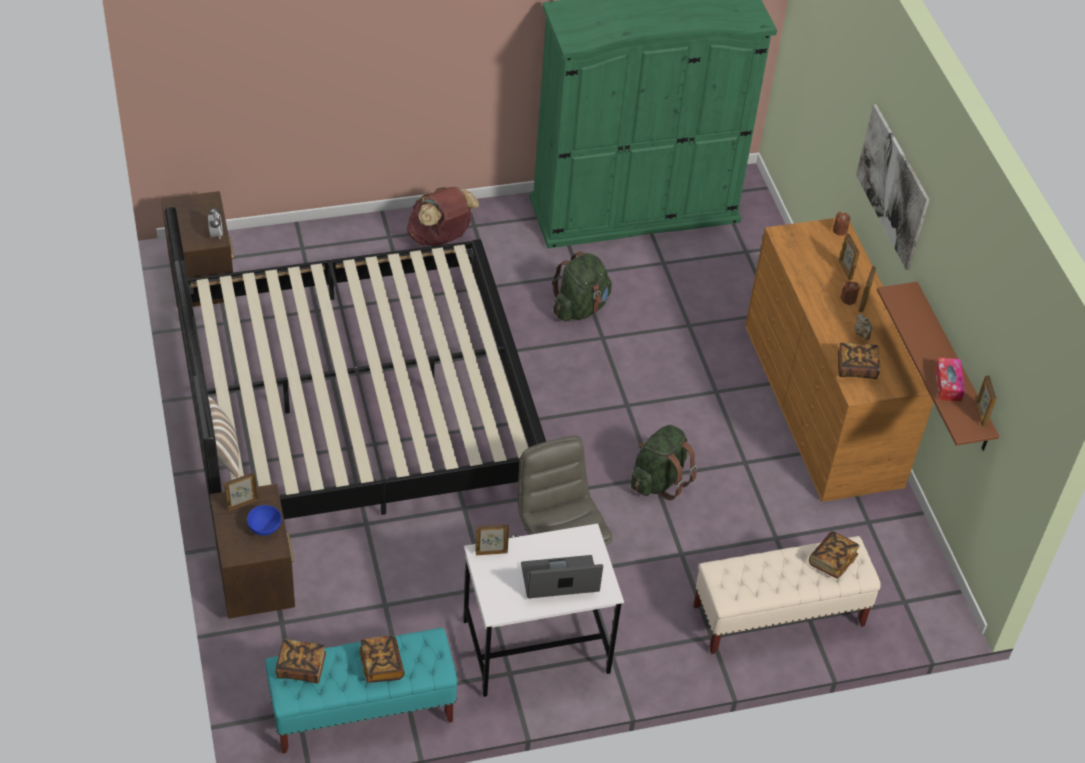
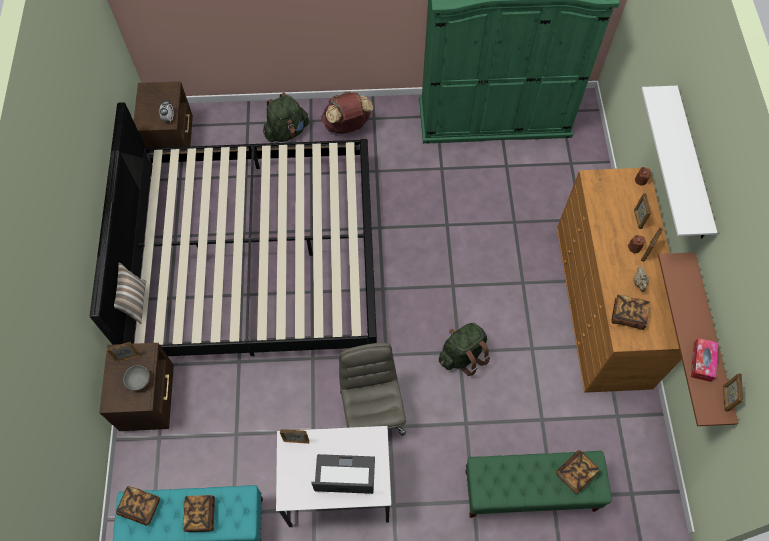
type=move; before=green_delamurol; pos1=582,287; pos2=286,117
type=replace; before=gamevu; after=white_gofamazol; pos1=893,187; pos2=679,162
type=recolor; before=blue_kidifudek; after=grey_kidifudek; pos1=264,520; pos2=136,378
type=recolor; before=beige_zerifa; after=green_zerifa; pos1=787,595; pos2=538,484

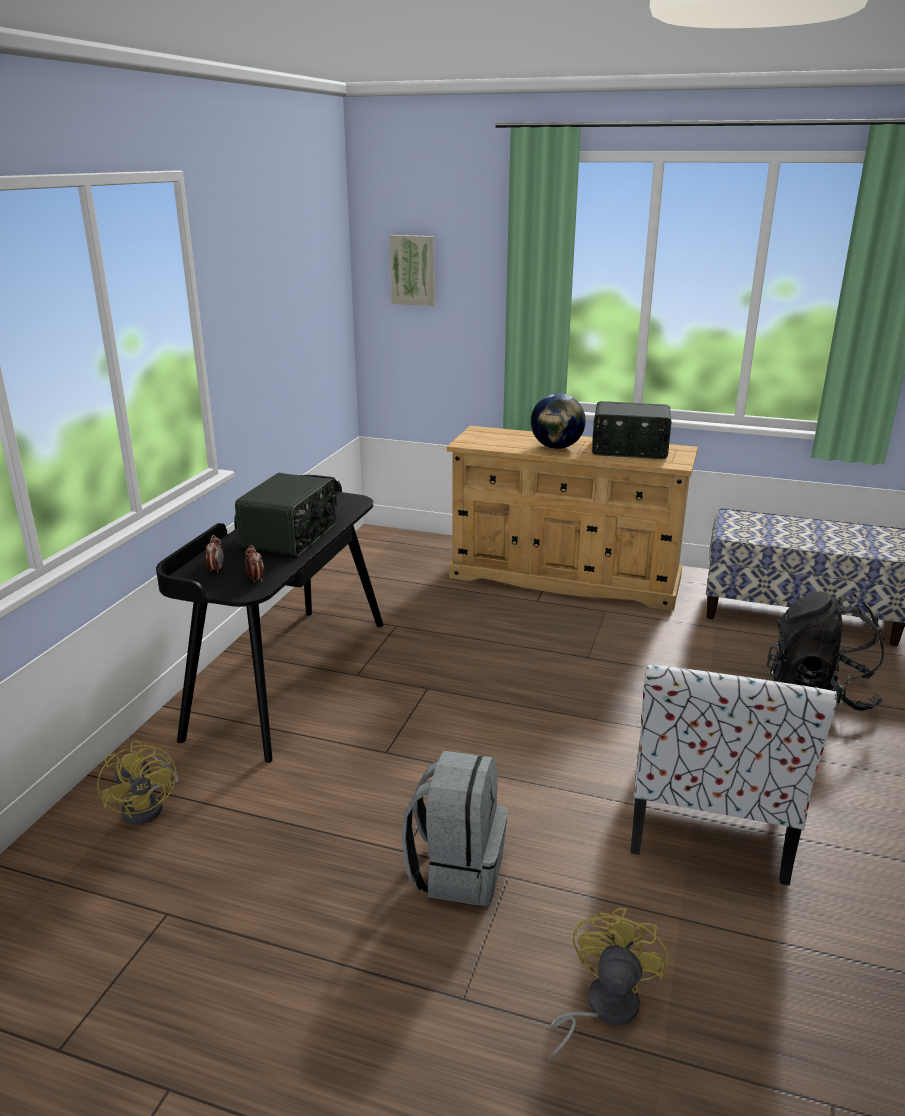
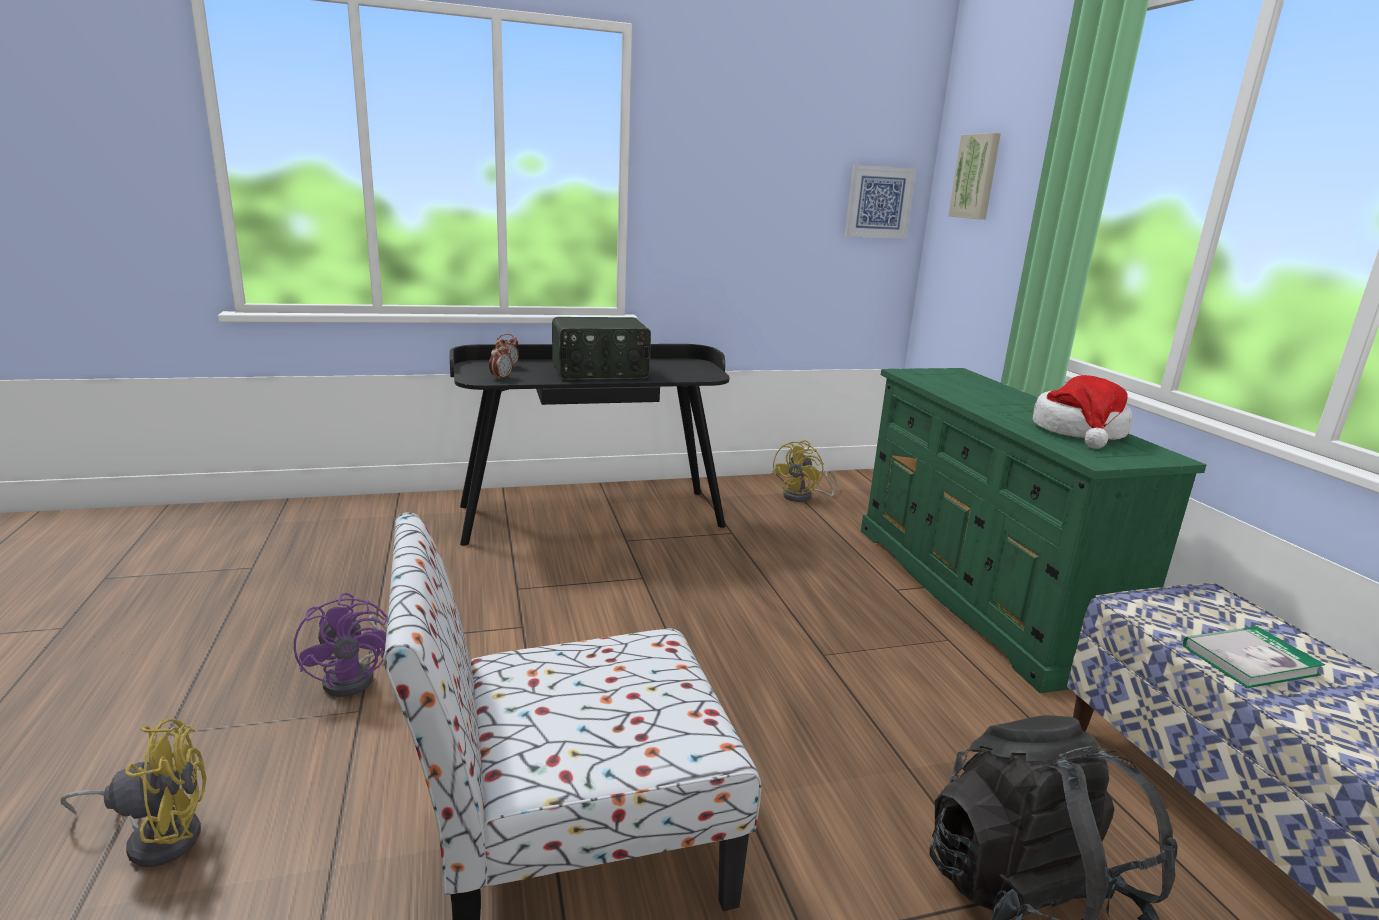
type=delete; before=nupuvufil; pos1=558,421
type=insert; after=gamevu; pos2=880,202
type=insert; after=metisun; pos2=1254,657
type=move; before=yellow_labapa; pos1=138,783; pos2=804,471
type=replace; before=grey_delamurol; after=purple_labapa; pos1=454,828; pos2=341,645
type=replace; before=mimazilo; after=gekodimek; pos1=631,430; pos2=1082,412
type=recolor; before=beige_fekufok; after=green_fekufok; pos1=572,518; pos2=1033,530

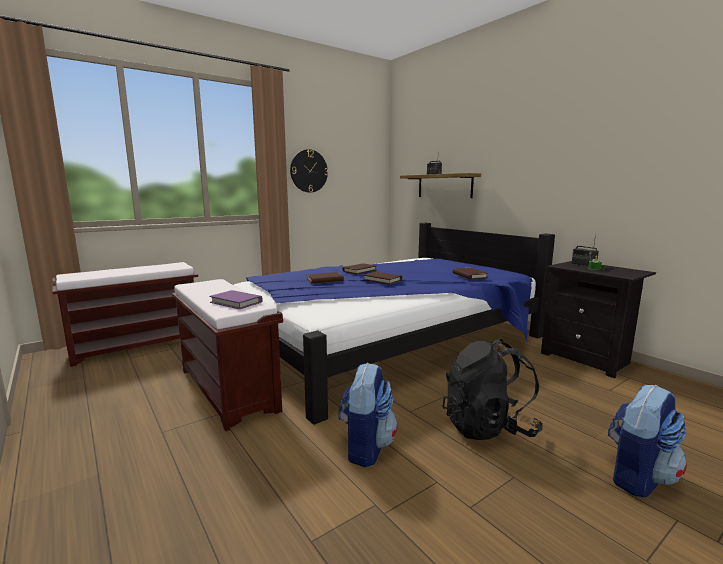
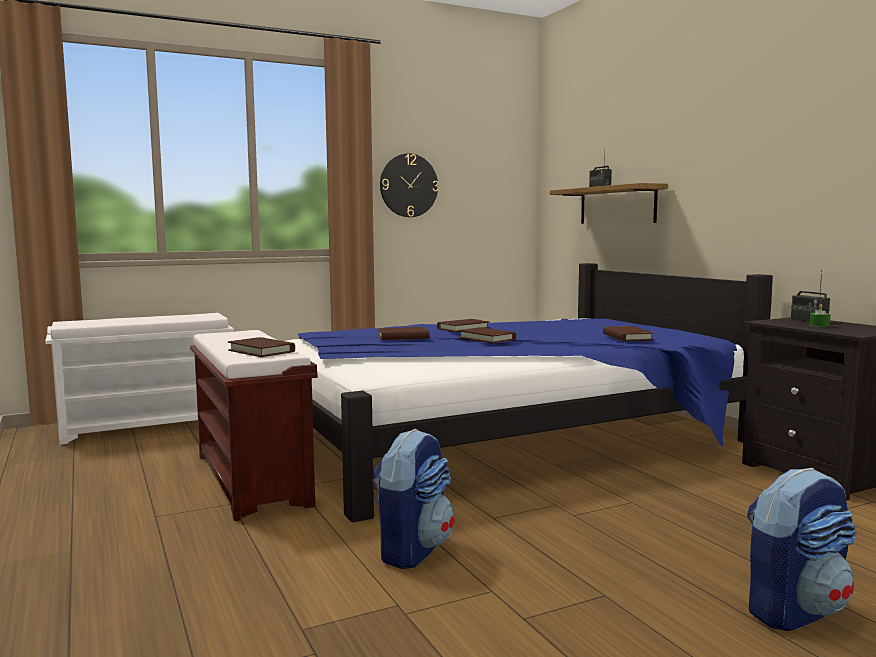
type=delete; before=black_delamurol; pos1=492,389
type=recolor; before=brown_zerifa; after=white_zerifa; pos1=125,314; pos2=139,379
type=recolor; before=purple_metisun; after=brown_metisun; pos1=236,299; pos2=261,347

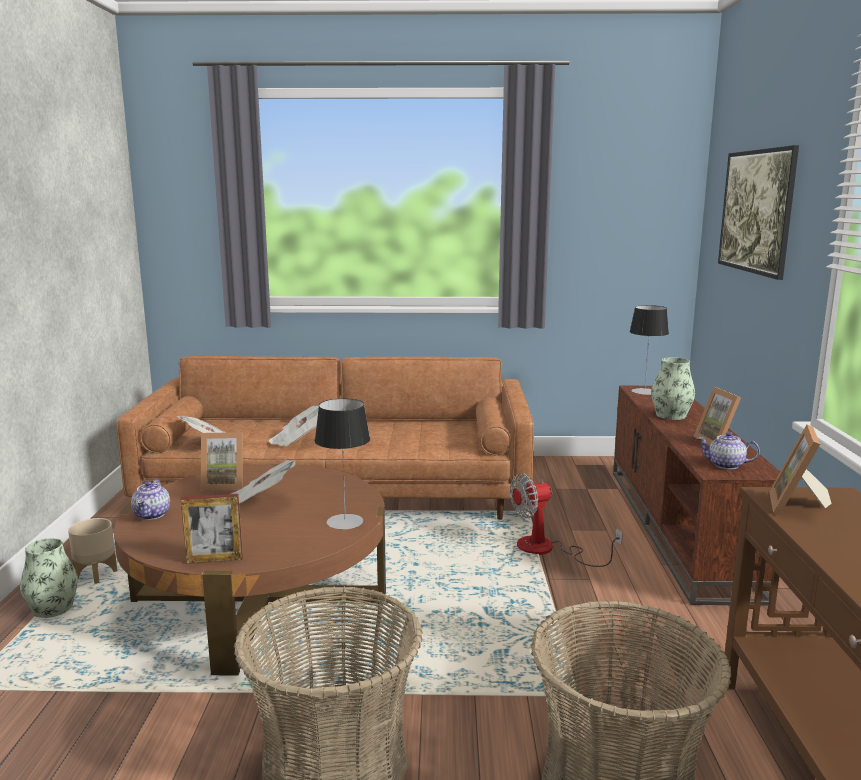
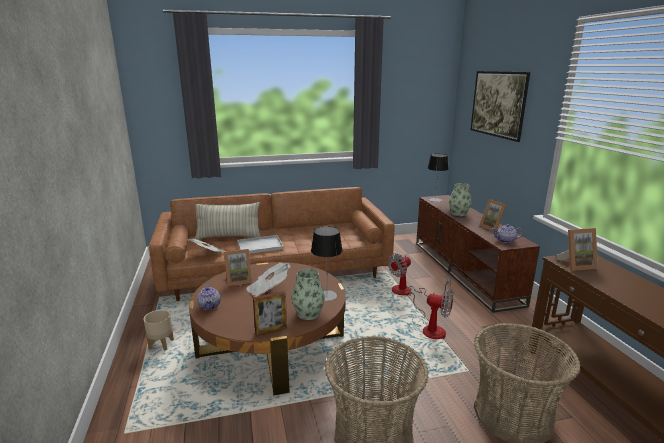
type=insert; after=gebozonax; pos2=228,221
type=insert; after=labapa; pos2=431,313
type=move; before=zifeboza; pos1=49,578; pos2=308,294
type=replace; before=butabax; after=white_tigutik; pos1=294,426; pos2=260,244
type=rotate; before=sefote; pos1=800,469; pos2=577,249; turn=-105

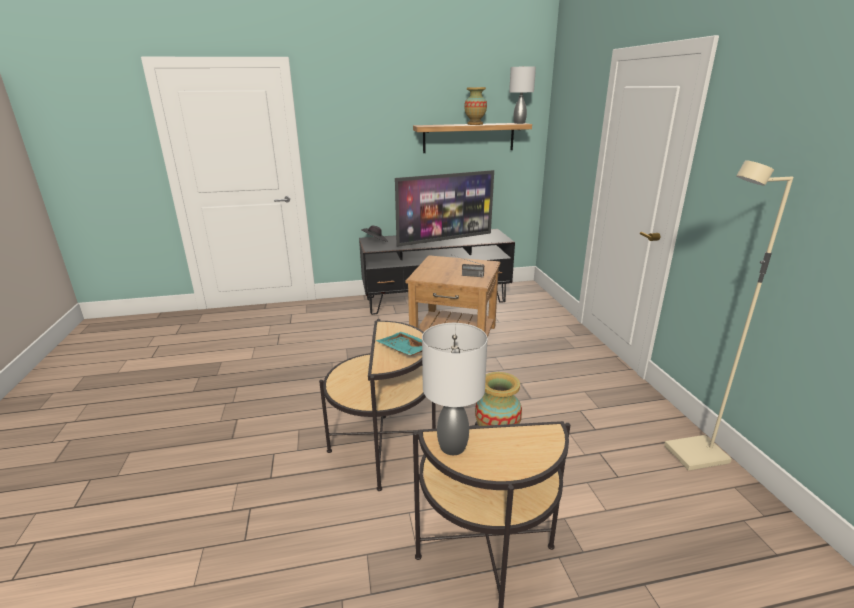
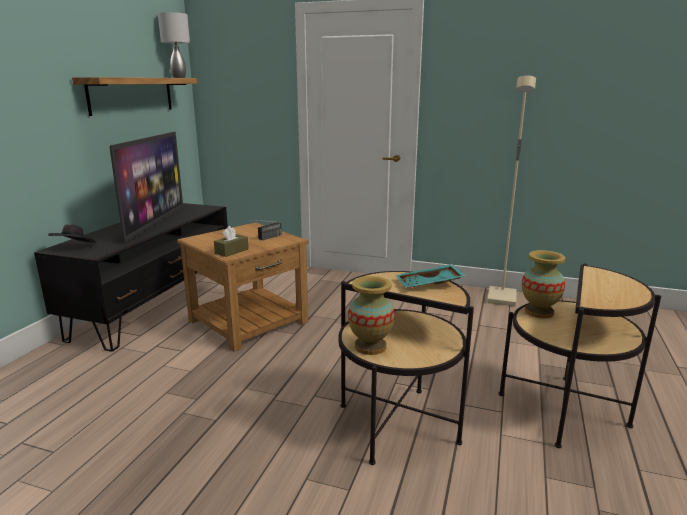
type=delete; before=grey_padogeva; pos1=454,389
type=insert; after=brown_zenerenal; pos2=231,241
type=move; before=zifeboza; pos1=475,106; pos2=371,315

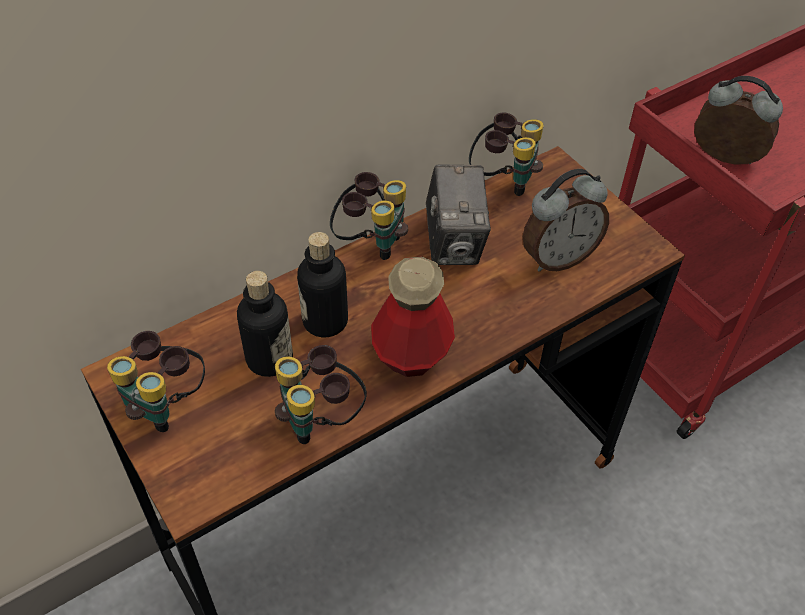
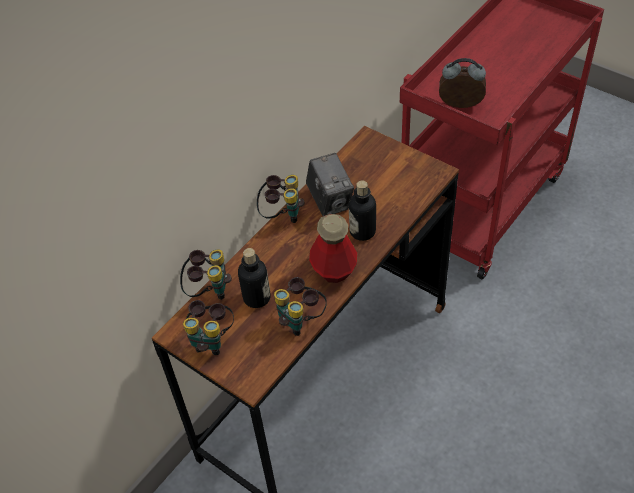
type=delete; before=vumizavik; pos1=566,220
type=move; before=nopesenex; pos1=322,284; pos2=362,210
type=move; before=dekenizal; pos1=506,154; pos2=206,274

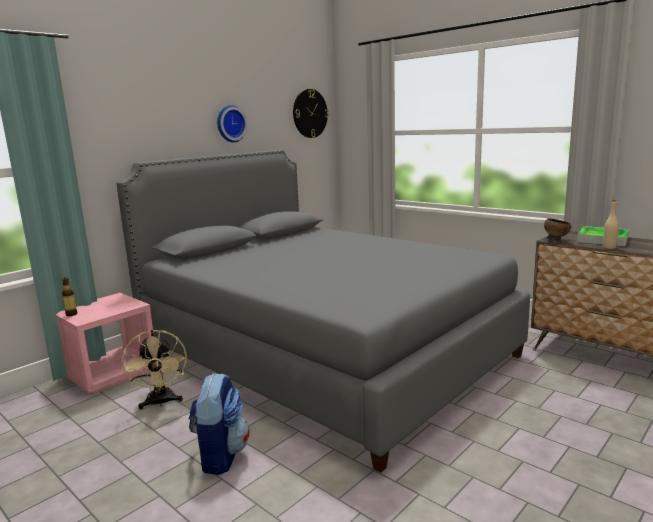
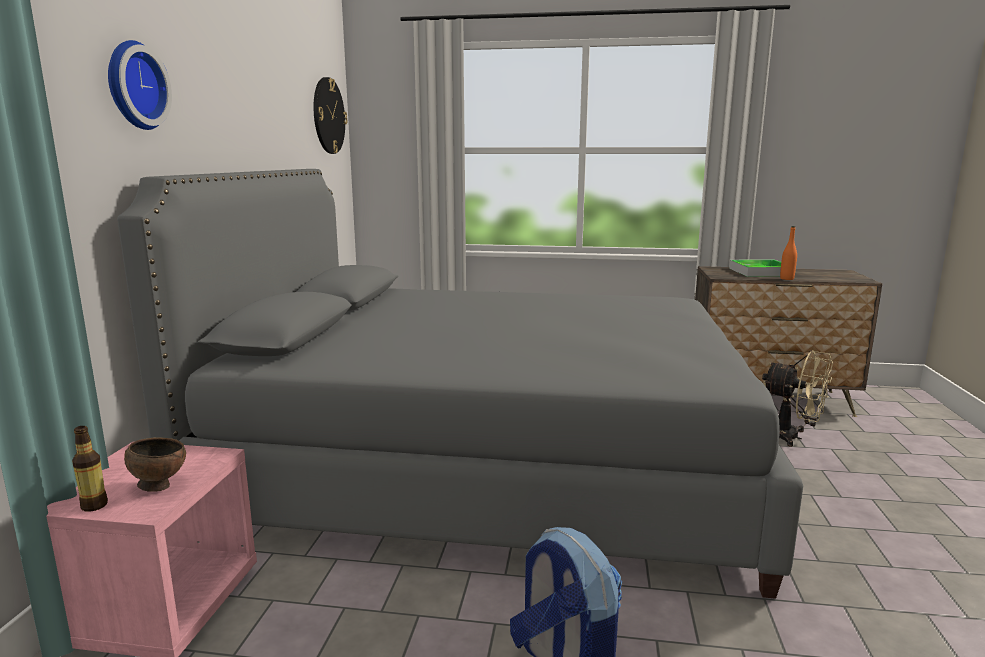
type=move; before=beige_labapa; pos1=154,369; pos2=797,398
type=move; before=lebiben; pos1=232,123; pos2=140,85
type=move; before=brown_kidifudek; pos1=558,230; pos2=155,464
type=recolor; before=beige_nopesenex; after=orange_nopesenex; pos1=611,224; pos2=788,253

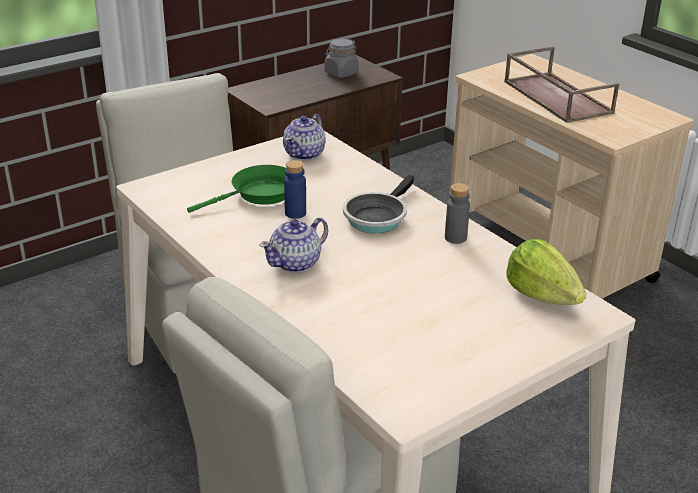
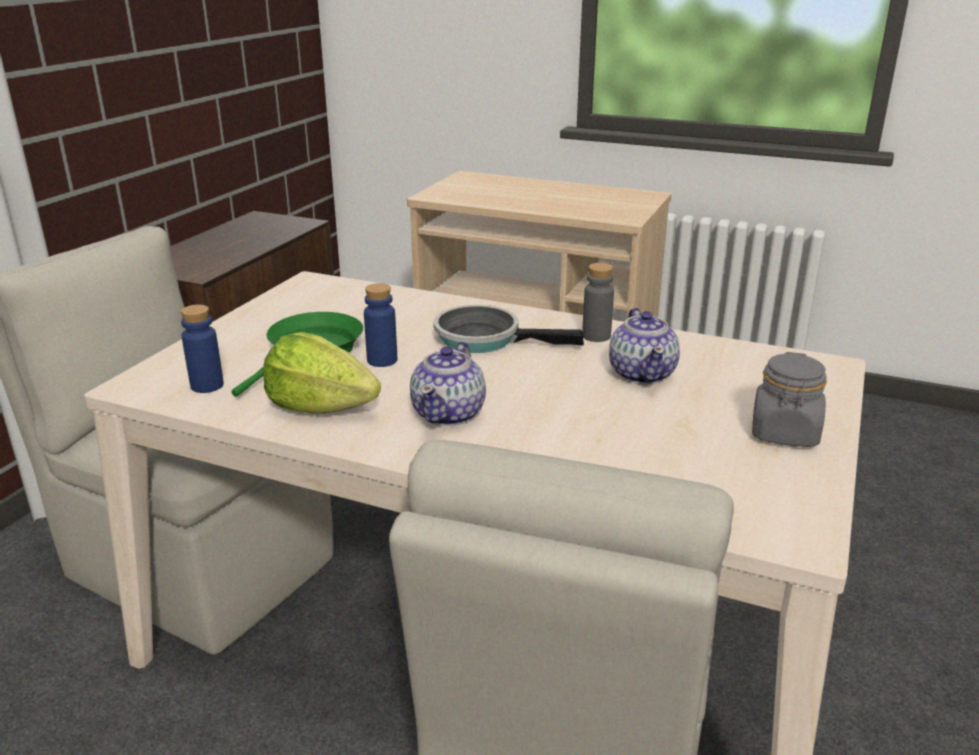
type=delete; before=brown_tigutik; pos1=561,84
type=insert; after=blue_nopesenex; pos2=202,349
type=move; before=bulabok; pos1=304,137; pos2=644,346
type=move; before=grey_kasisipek; pos1=342,58; pos2=789,399
type=move; before=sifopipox; pos1=546,272; pos2=322,372
type=rotate; before=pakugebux; pos1=378,204; pos2=508,329; turn=105

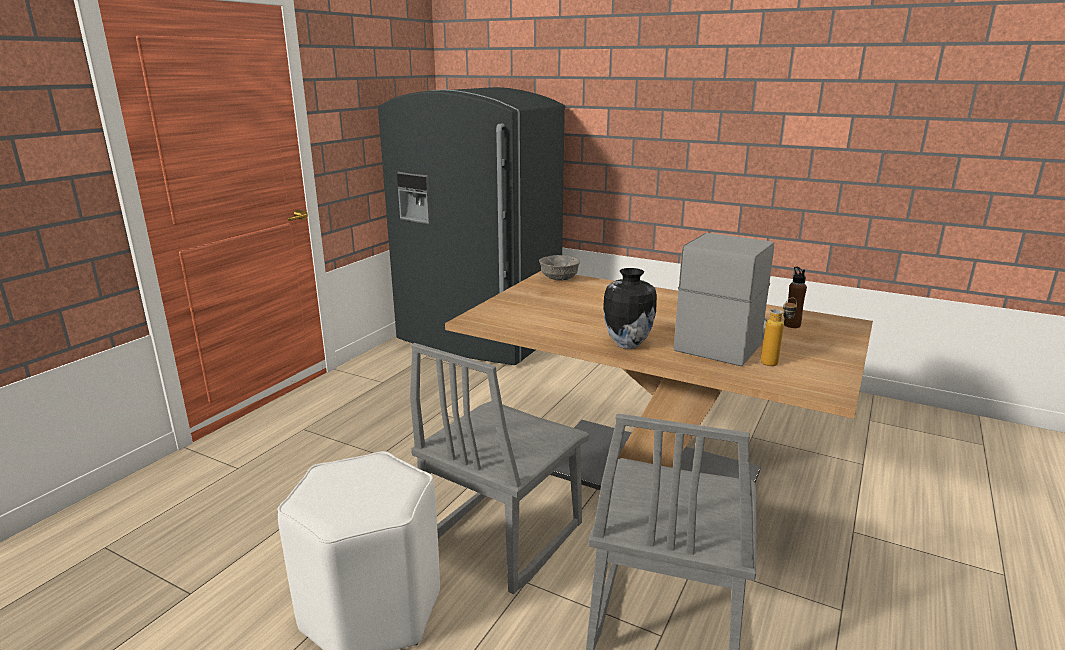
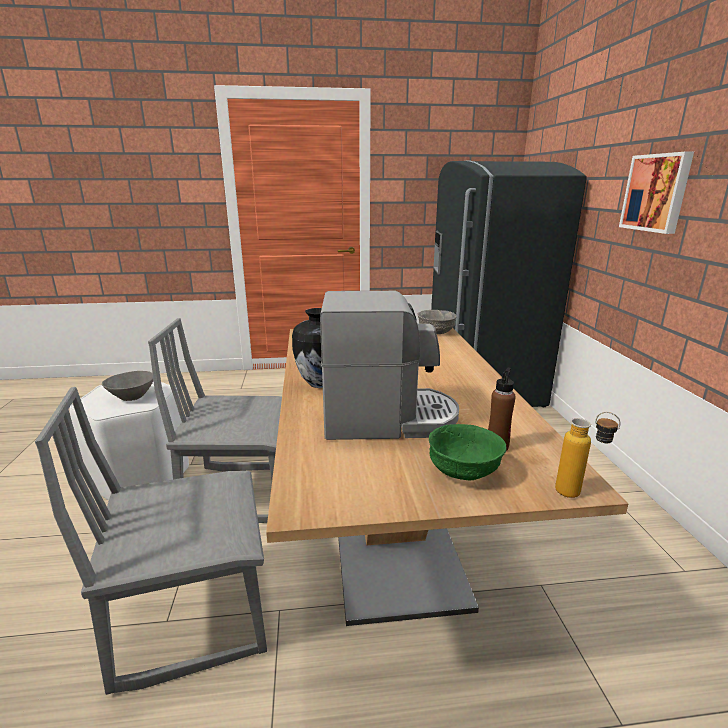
type=insert; after=grey_kidifudek; pos2=127,386
type=insert; after=green_kidifudek; pos2=468,452
type=insert; after=gamevu; pos2=656,193
type=move; before=nopesenex; pos1=779,331; pos2=588,455

